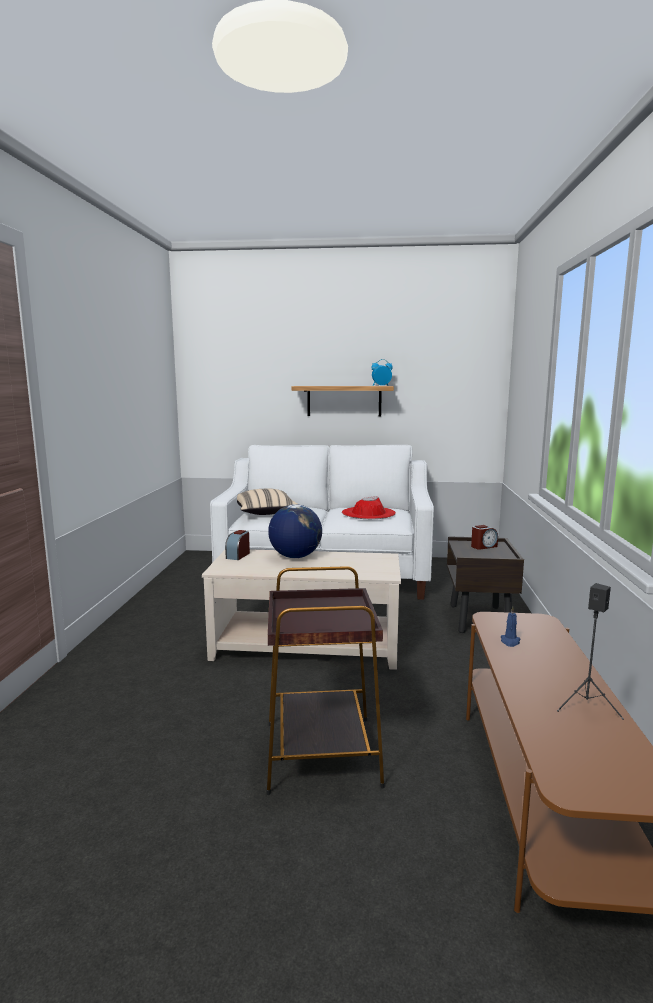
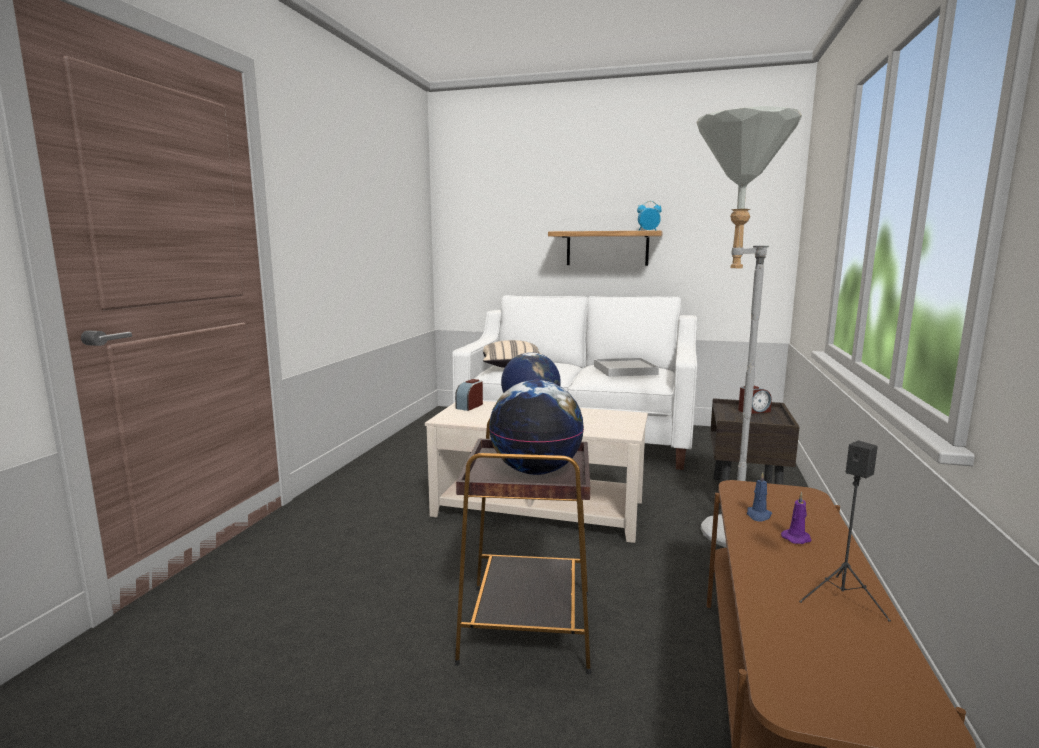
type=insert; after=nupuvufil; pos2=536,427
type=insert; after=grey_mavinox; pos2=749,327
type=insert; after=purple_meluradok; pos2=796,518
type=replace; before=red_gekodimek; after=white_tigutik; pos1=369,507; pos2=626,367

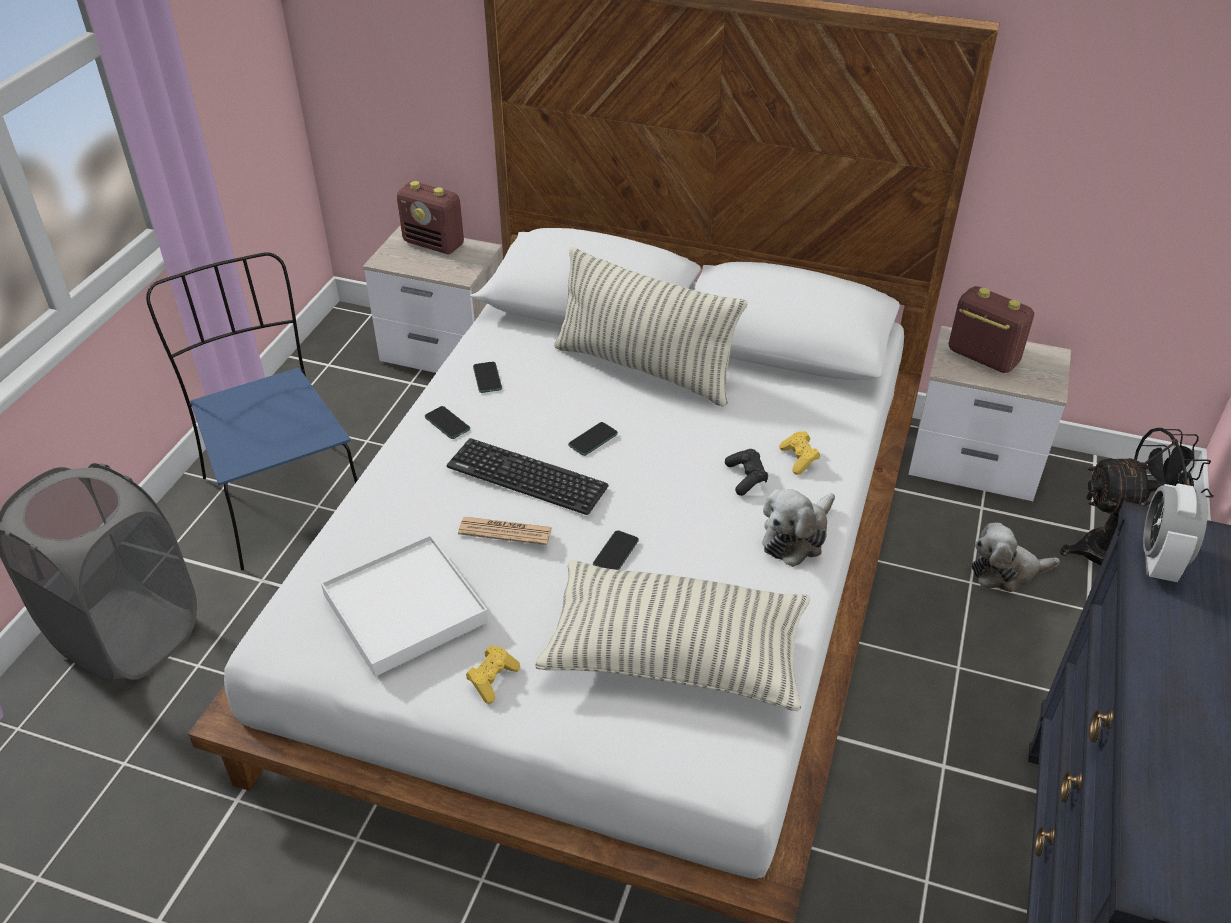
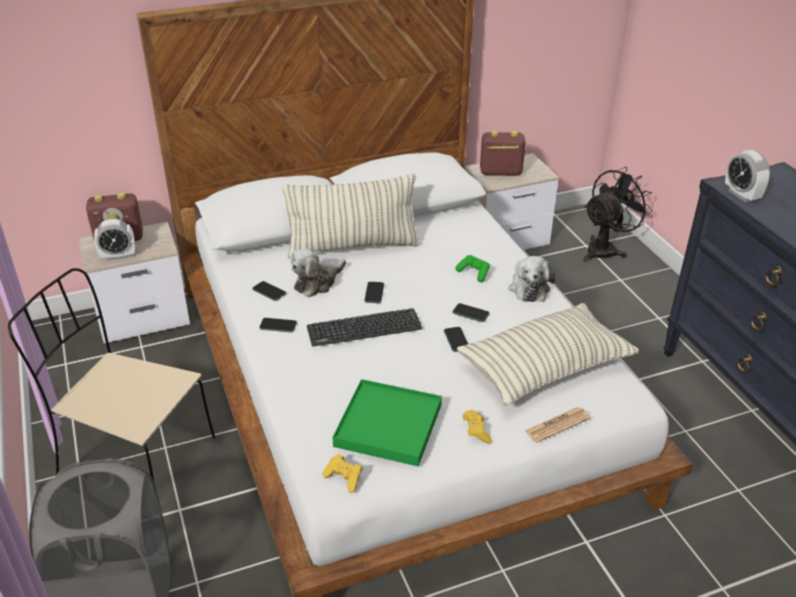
type=insert; after=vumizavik; pos2=114,240
type=insert; after=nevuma; pos2=471,312
type=move; before=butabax; pos1=505,531; pos2=558,425
type=move; before=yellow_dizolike; pos1=799,453; pos2=342,473
type=move; before=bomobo; pos1=1015,557; pos2=318,273
type=recolor; before=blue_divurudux; after=beige_divurudux; pos1=252,411; pos2=111,376
type=recolor; before=white_tigutik; after=green_tigutik; pos1=404,606; pos2=387,422
type=recolor; before=black_dizolike; after=green_dizolike; pos1=746,472; pos2=472,268

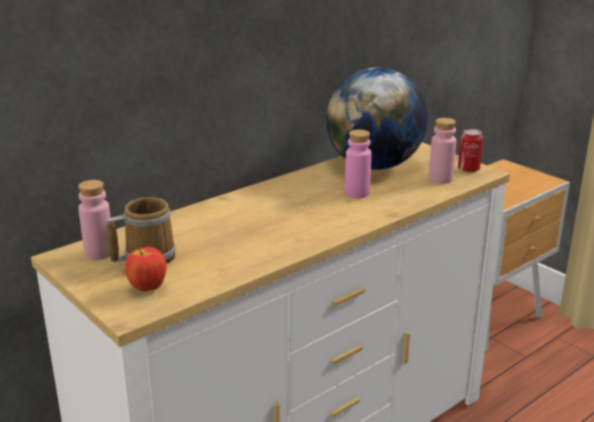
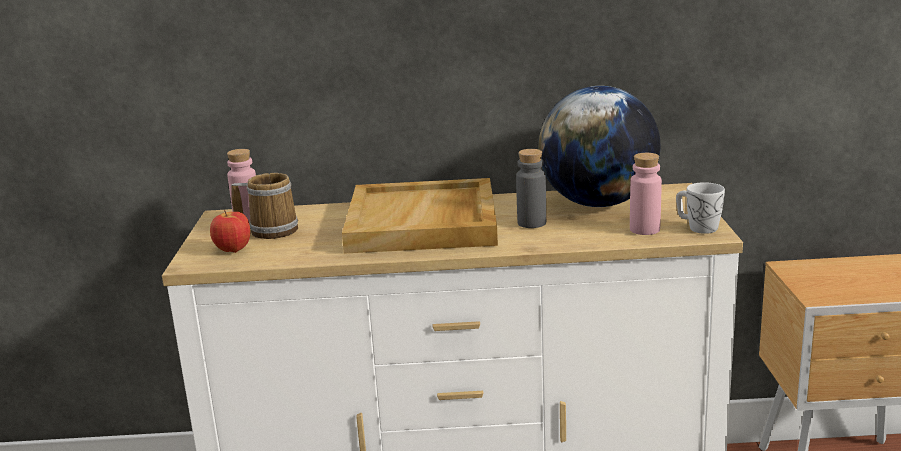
type=insert; after=beige_tigutik; pos2=420,216
type=replace; before=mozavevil; after=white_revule; pos1=470,151; pos2=700,208
type=recolor; before=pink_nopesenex; after=grey_nopesenex; pos1=358,163; pos2=531,188

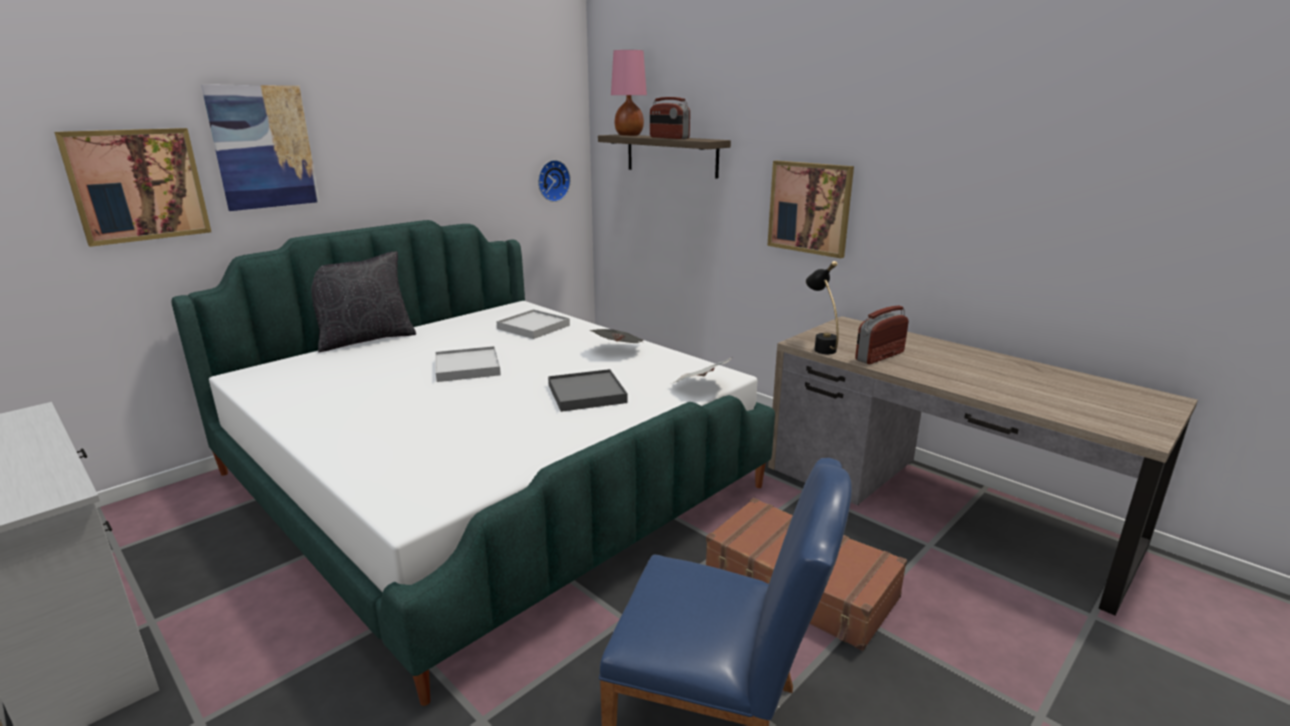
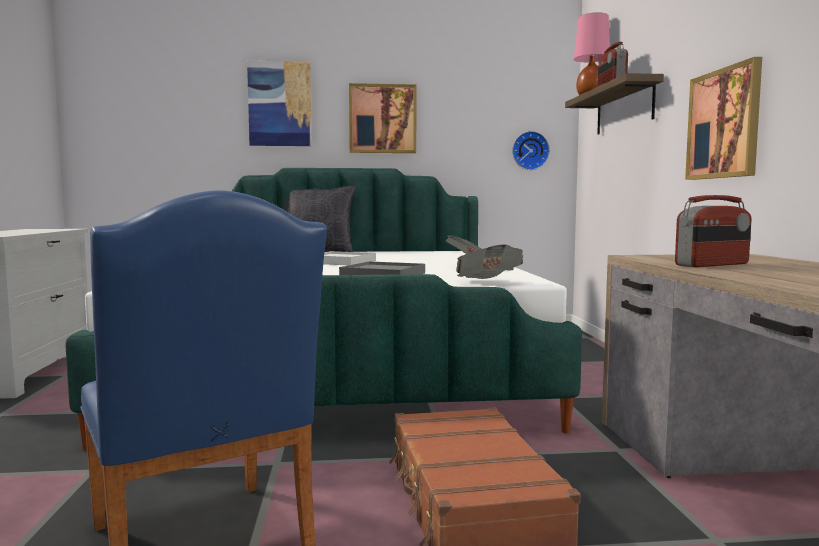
type=delete; before=white_tigutik; pos1=533,324
type=delete; before=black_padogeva; pos1=822,307
type=move; before=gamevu; pos1=132,187; pos2=382,118
type=rotate; before=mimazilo; pos1=882,335; pos2=713,231; turn=150

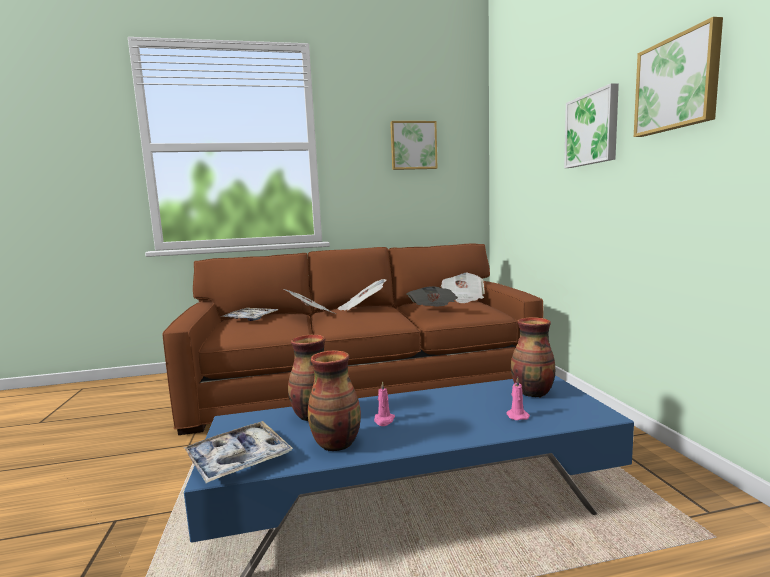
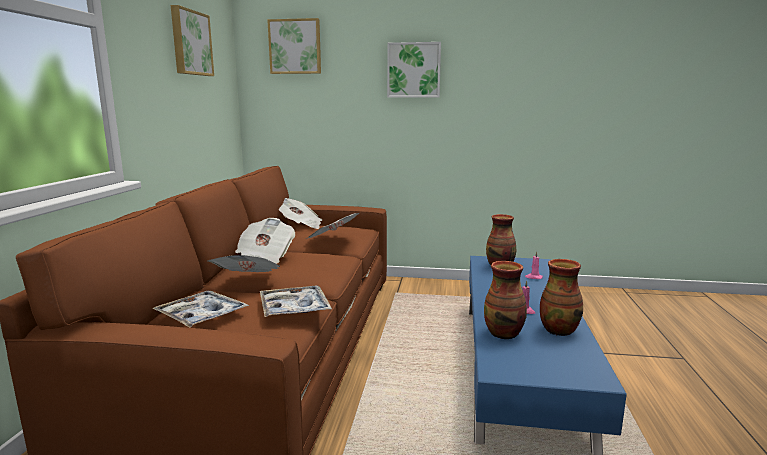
type=move; before=tigutik; pos1=238,452; pos2=296,301
type=move; before=gamevu; pos1=678,77; pos2=294,46

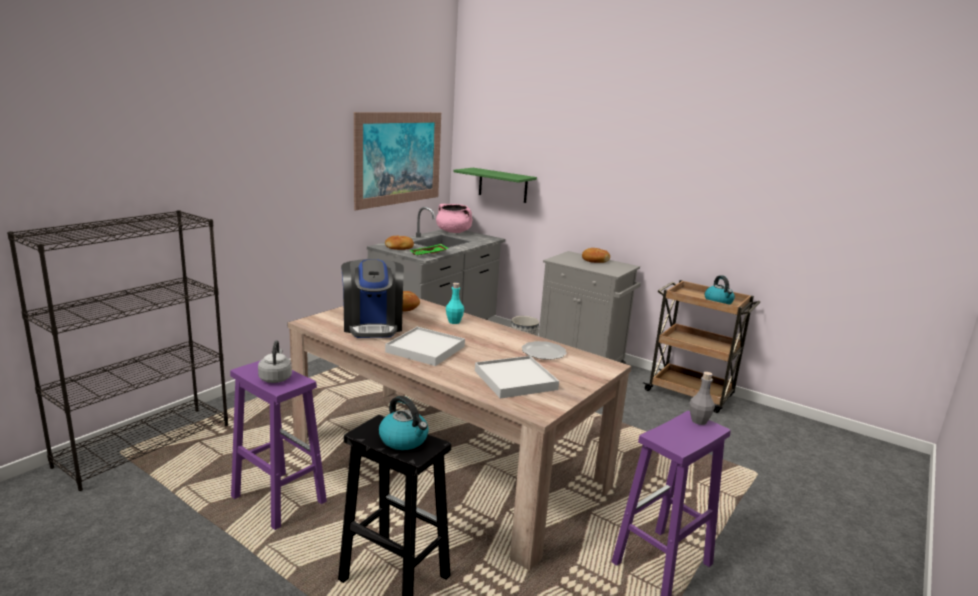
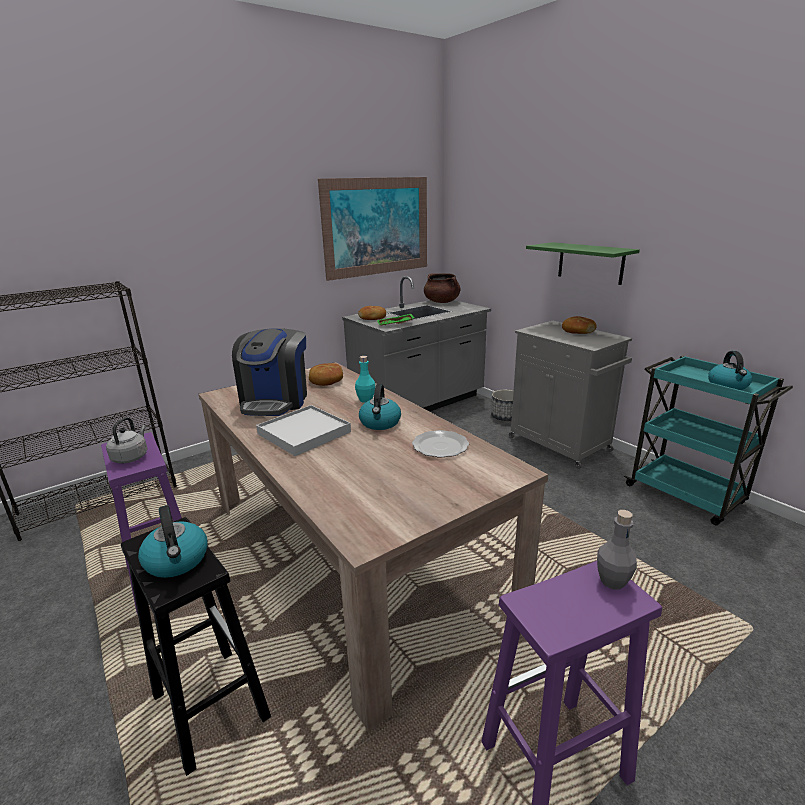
type=delete; before=white_tigutik; pos1=517,377
type=insert; after=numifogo; pos2=380,407
type=move; before=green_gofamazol; pos1=495,185; pos2=583,263
type=recolor; before=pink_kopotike; after=brown_kopotike; pos1=454,218; pos2=442,288
type=recolor; before=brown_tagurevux; after=turquoise_tagurevux; pos1=701,346; pos2=708,440

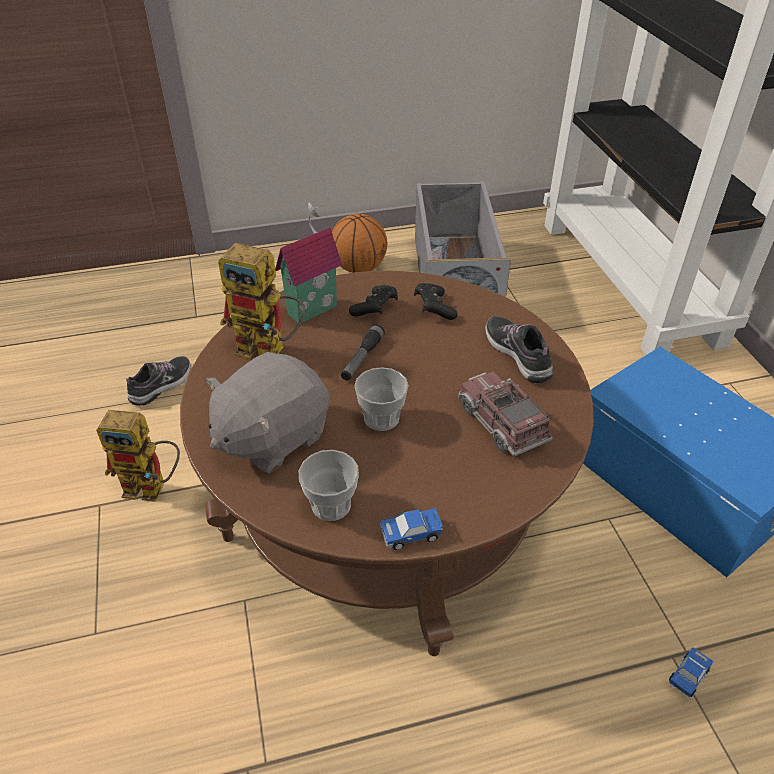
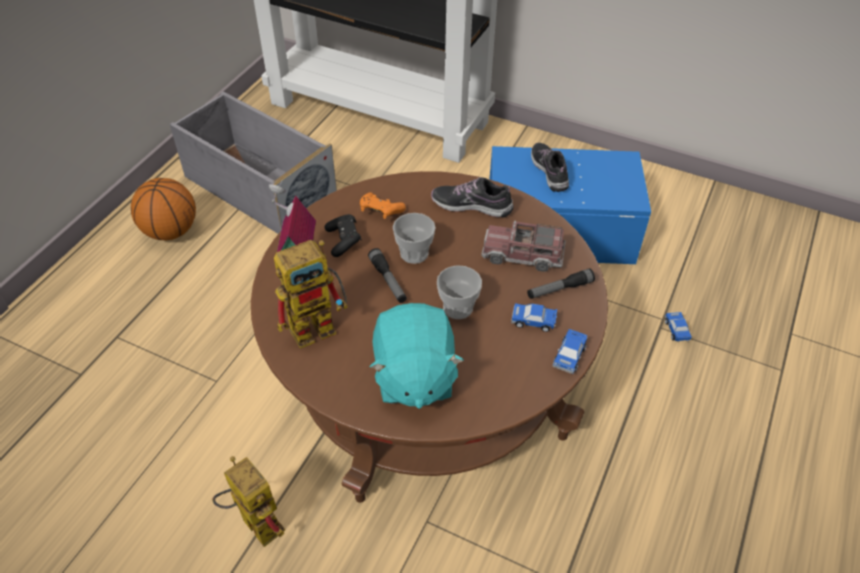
type=insert; after=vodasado; pos2=534,317
type=insert; after=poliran; pos2=561,283
type=move; before=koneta; pos1=158,381; pos2=550,167
type=move; before=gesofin; pos1=329,485; pos2=414,238
type=recolor; before=grey_bomobo; after=turquoise_bomobo; pos1=268,413; pos2=416,356
type=recolor; before=black_dizolike; after=orange_dizolike; pos1=436,301; pos2=383,205
type=rotate; before=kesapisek; pos1=138,456; pos2=248,501; turn=-90

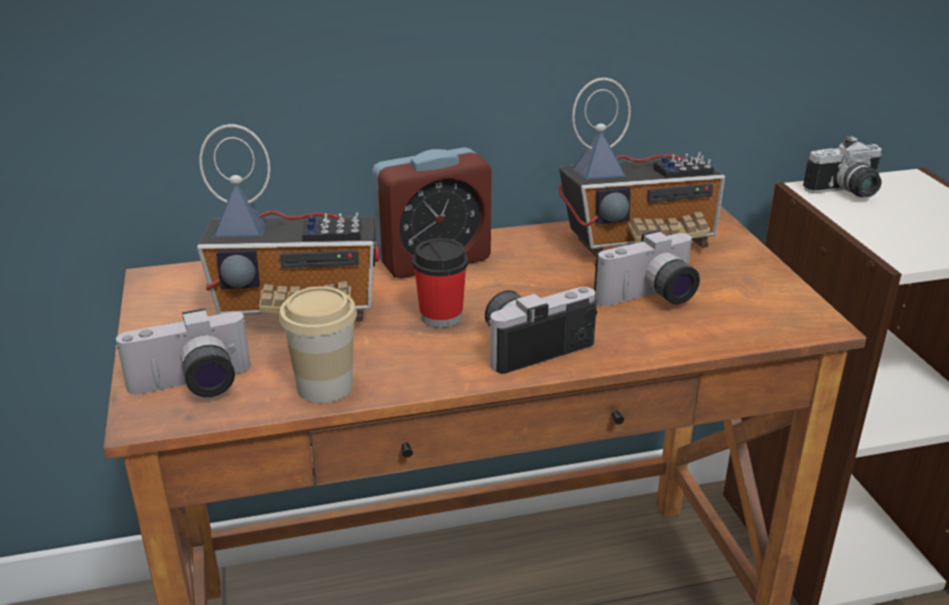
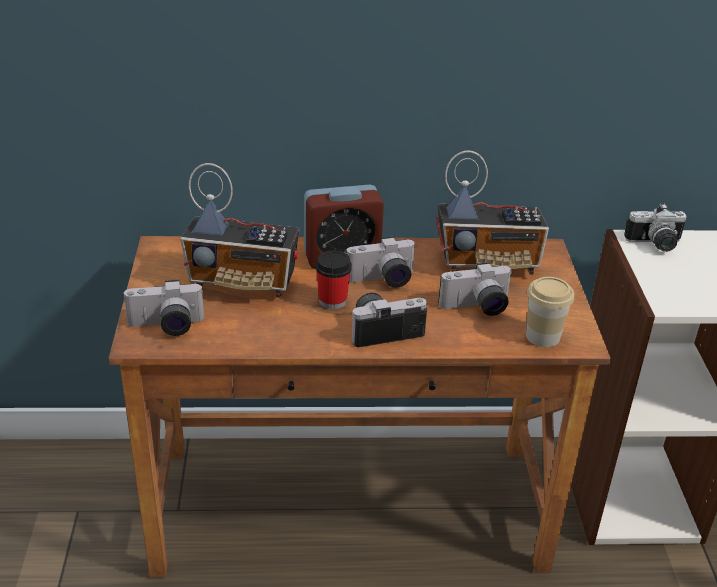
type=insert; after=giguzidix; pos2=381,262
type=move; before=gesofin; pos1=318,345; pos2=550,312

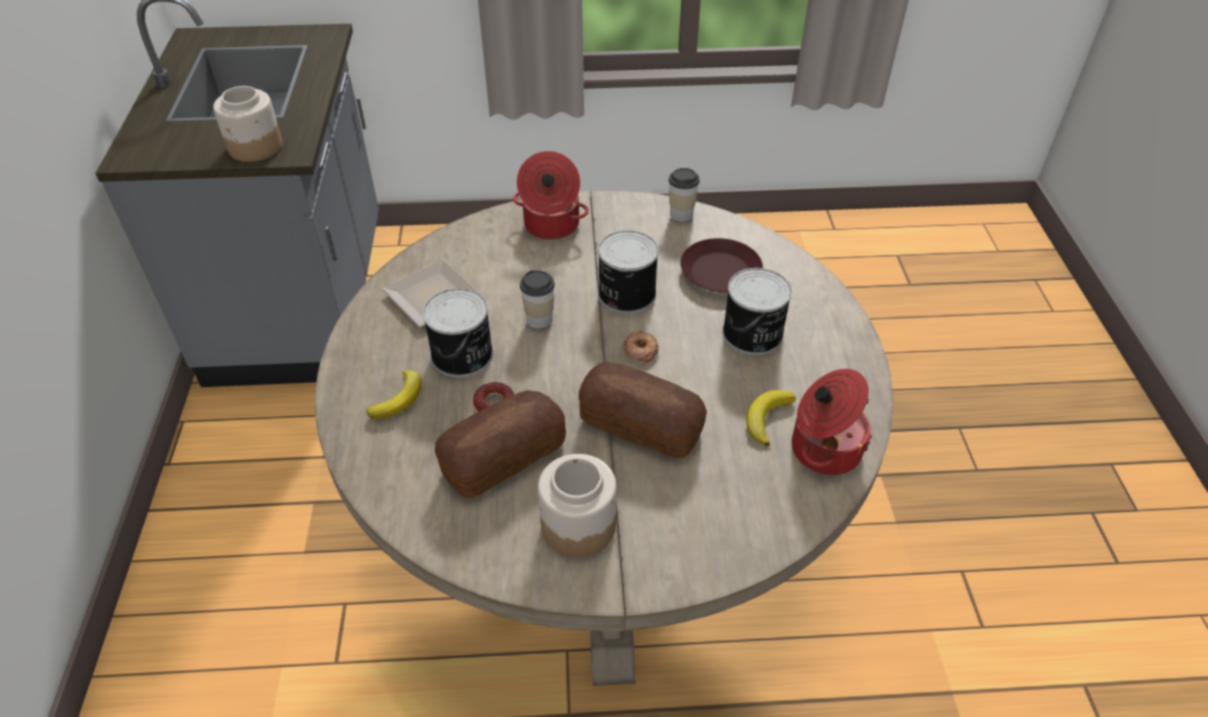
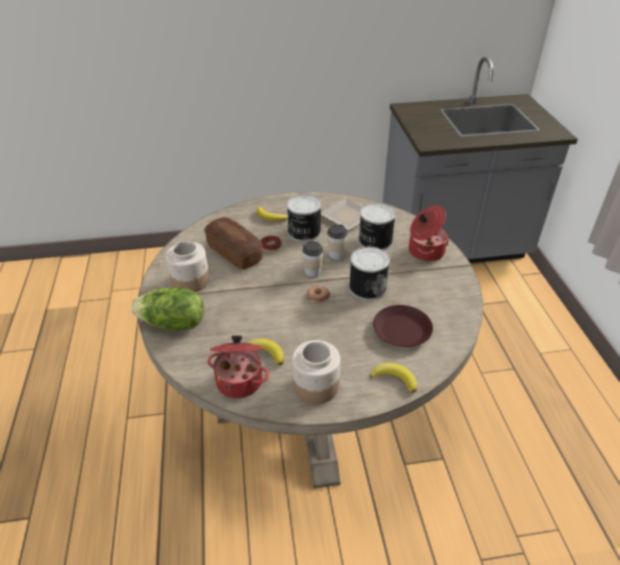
type=delete; before=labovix; pos1=643,410
type=insert; after=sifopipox; pos2=167,309
type=insert; after=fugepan; pos2=393,378
type=move; before=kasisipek; pos1=248,124; pos2=316,372
type=move; before=gesofin; pos1=684,194; pos2=313,259
type=move; before=mozavevil; pos1=757,311; pos2=377,226

